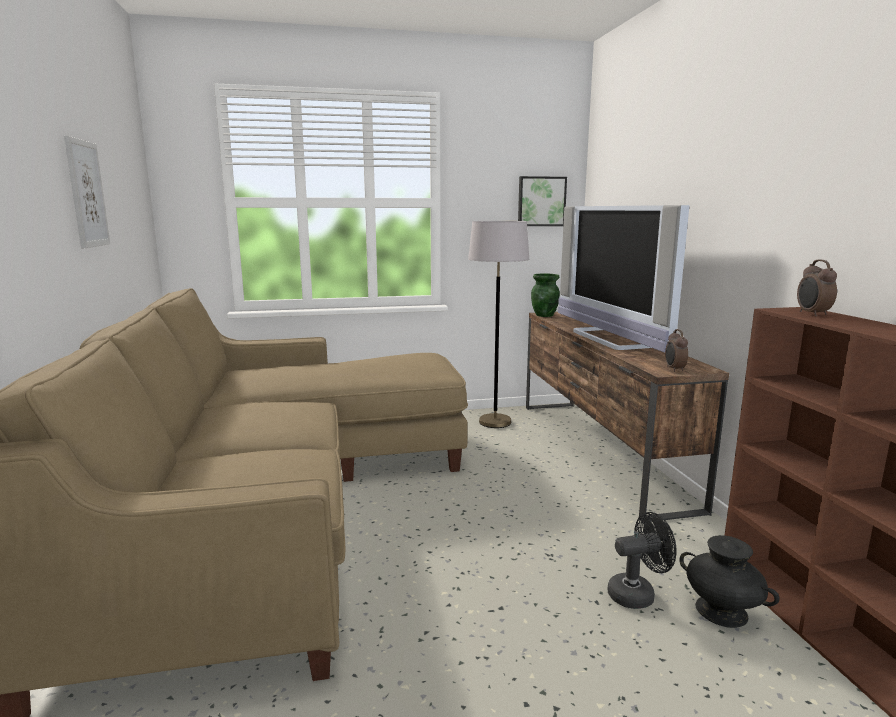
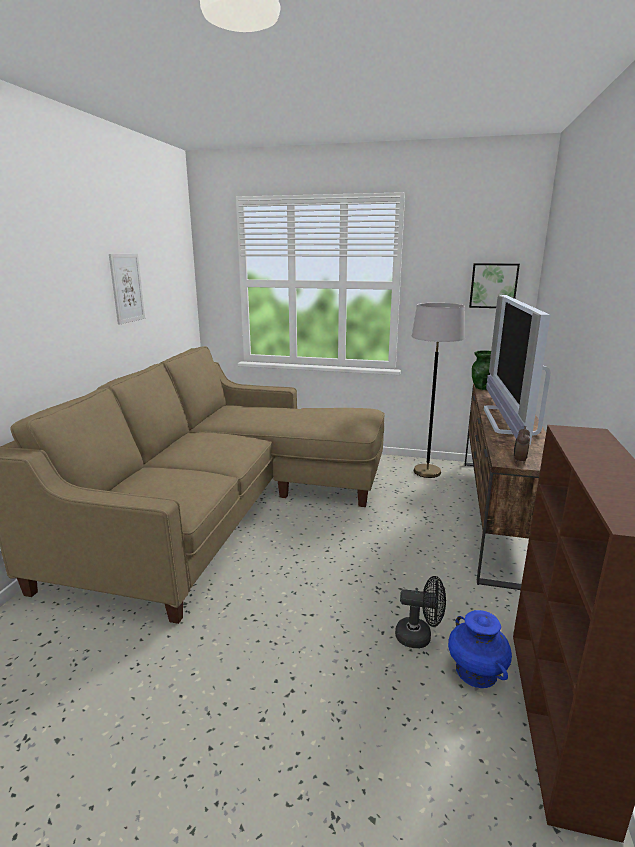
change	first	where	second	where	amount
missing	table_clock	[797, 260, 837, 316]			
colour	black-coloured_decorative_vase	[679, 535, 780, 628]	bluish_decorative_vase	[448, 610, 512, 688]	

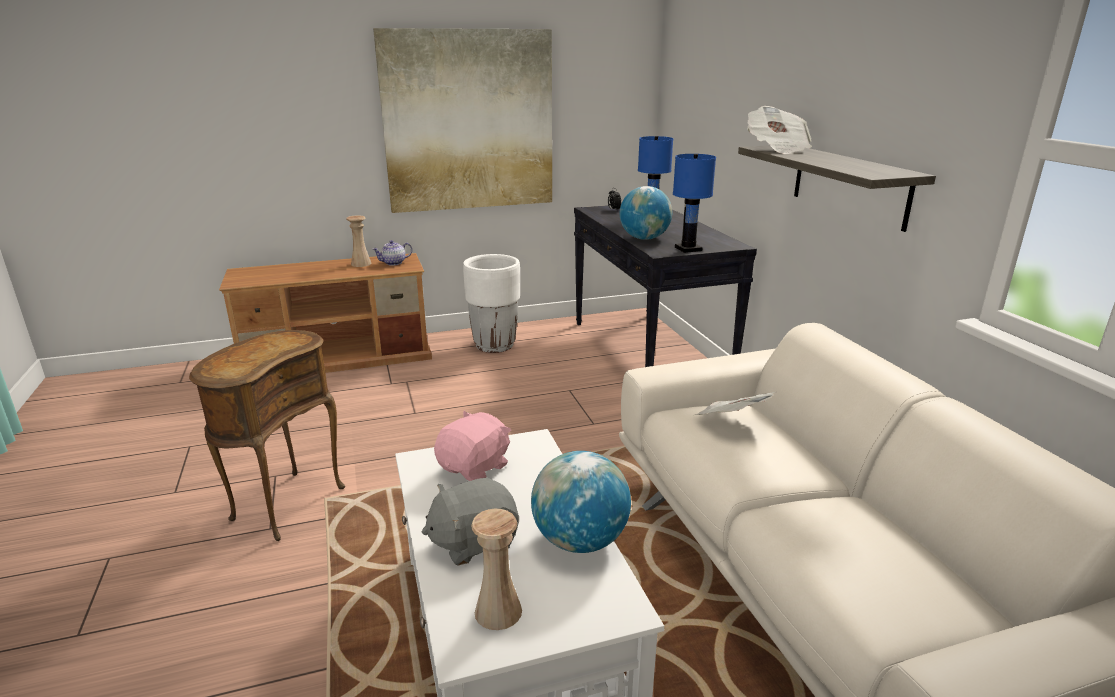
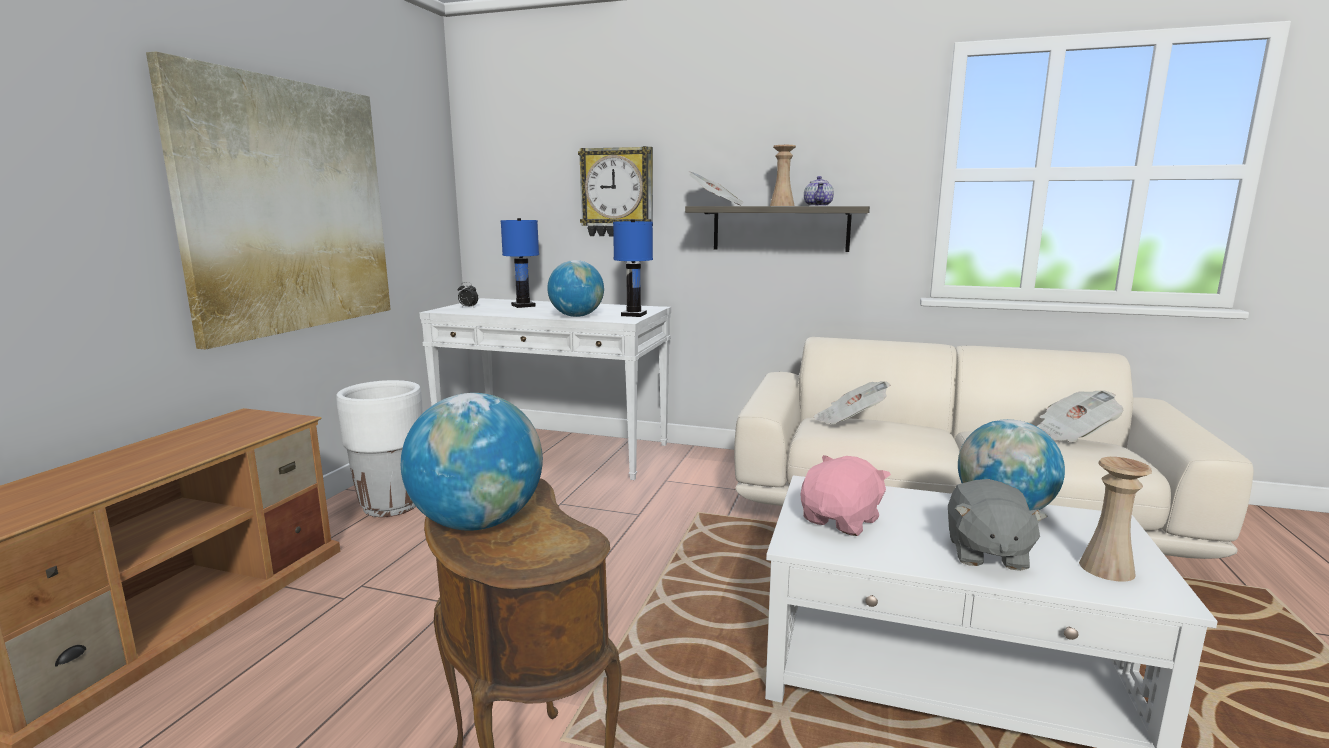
change	first	where	second	where	amount
appeared			desk_globe	[401, 393, 543, 531]	
appeared			hanging_clock	[578, 146, 653, 236]	
appeared			printed_paper	[1036, 390, 1123, 442]	
relocated	beige-coloured_decorative_vase	[346, 215, 372, 267]		[770, 145, 796, 206]	
relocated	teapot	[373, 240, 412, 266]		[804, 176, 834, 206]	
colour	black-coloured_narrow_table	[574, 205, 757, 367]	whitish_narrow_table	[419, 298, 671, 480]	
spun	pink_plush_toy	[434, 411, 511, 481]		[801, 455, 891, 536]	60 degrees clockwise

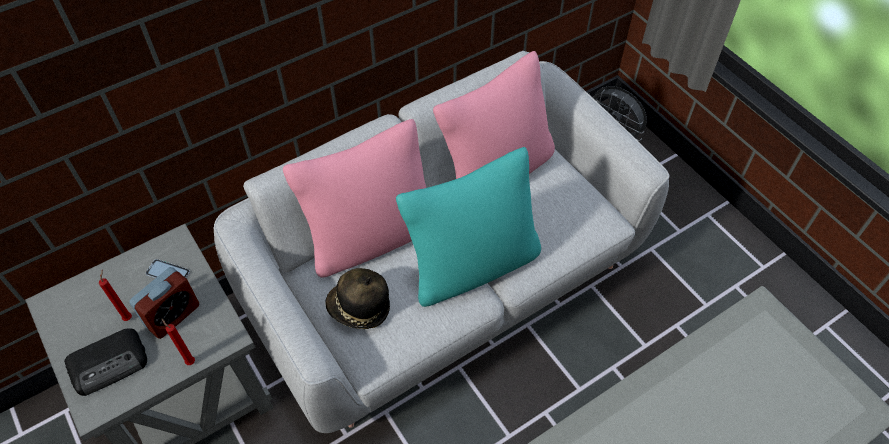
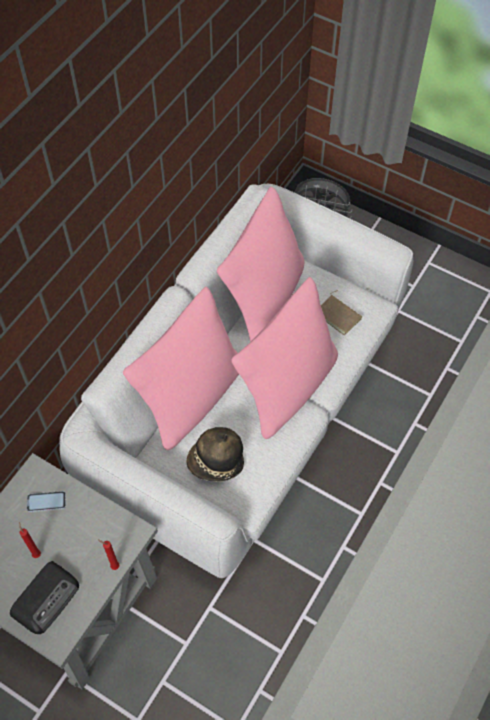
change	first	where	second	where	amount
missing	table_clock	[129, 267, 199, 339]			
appeared			brown-coloured_book	[321, 290, 362, 335]	
colour	turquoise_throw_pillow	[396, 147, 541, 307]	pink_throw_pillow	[231, 277, 338, 439]	

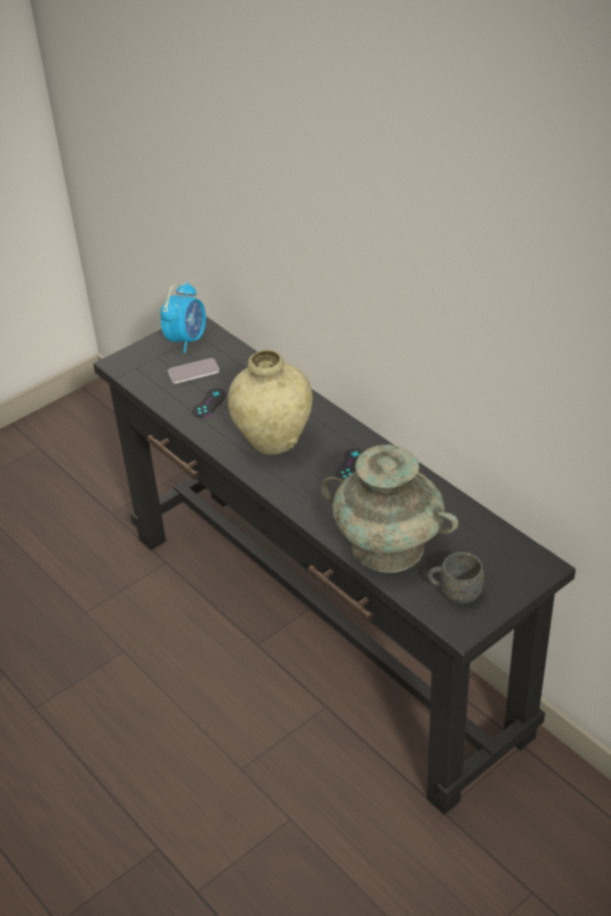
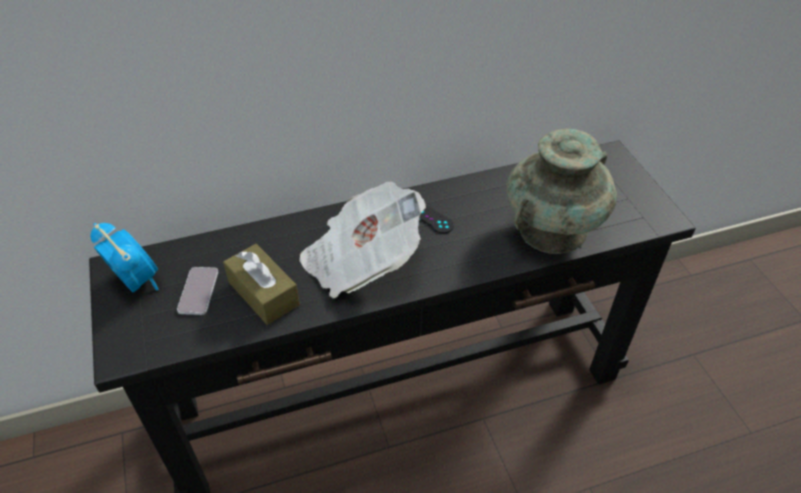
change	first	where	second	where	amount
missing	grey_mug	[427, 552, 484, 603]			
exchanged	black-coloured_game_controller	[192, 388, 226, 418]	brown-coloured_tissue_holder	[223, 244, 300, 325]	
exchanged	beige-coloured_decorative_vase	[228, 349, 313, 455]	printed_paper	[299, 182, 426, 299]	

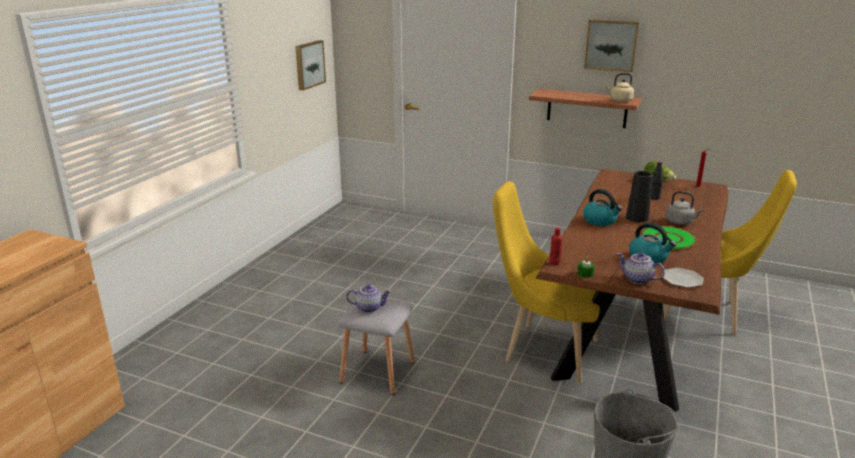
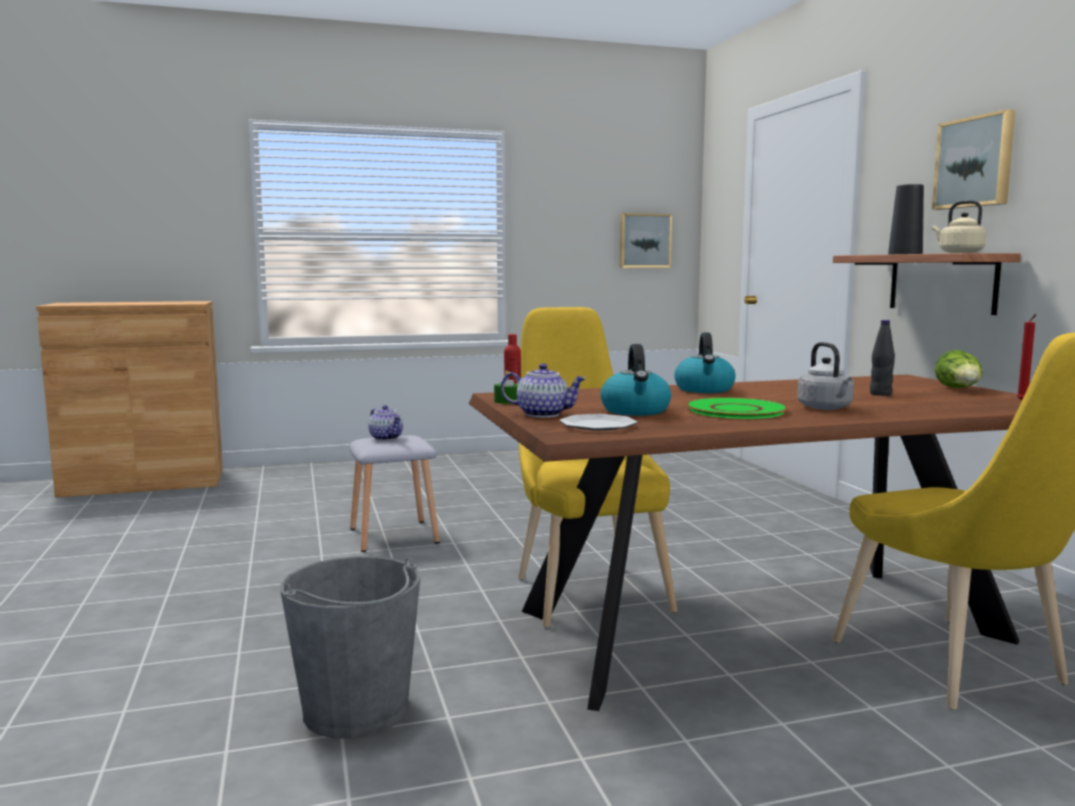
change	first	where	second	where	amount
relocated	black-coloured_decorative_vase	[626, 171, 653, 223]		[888, 184, 924, 254]	
spun	teapot	[617, 252, 665, 284]		[501, 363, 586, 418]	105 degrees clockwise

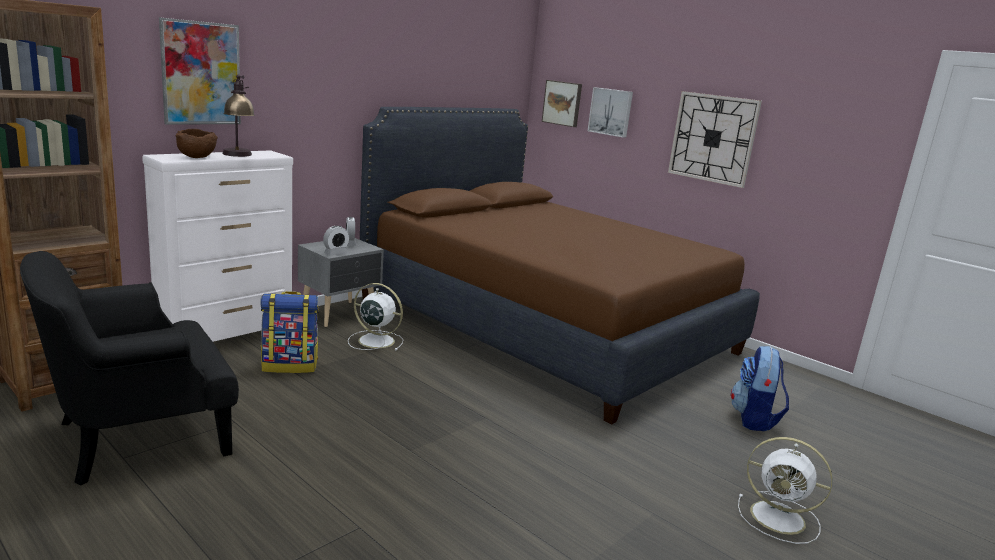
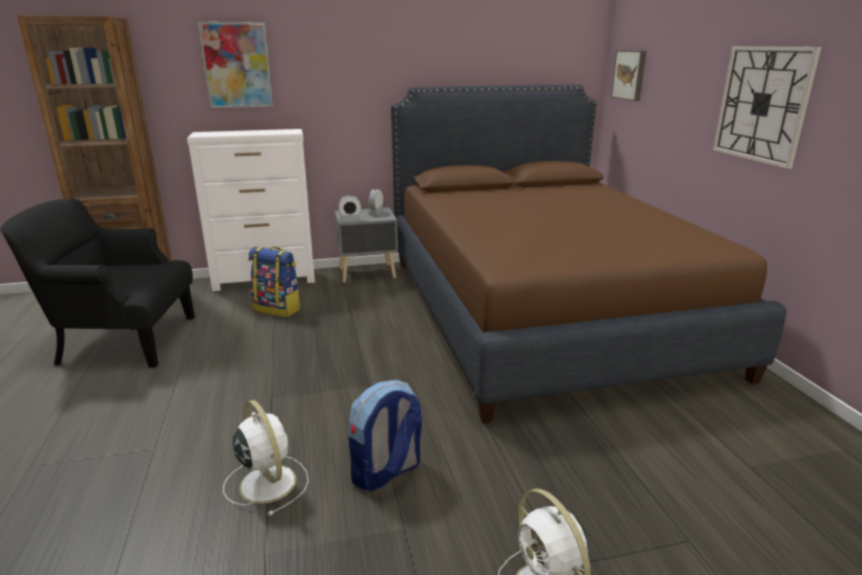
change	first	where	second	where	amount
missing	brown-coloured_deep_dish	[176, 129, 218, 158]			
missing	table_lamp	[222, 74, 255, 157]			
missing	wall_picture	[588, 87, 633, 138]			
relocated	whitish_electric_fan	[348, 283, 403, 350]		[223, 400, 309, 516]	
relocated	backpack	[731, 346, 789, 431]		[348, 380, 422, 492]	

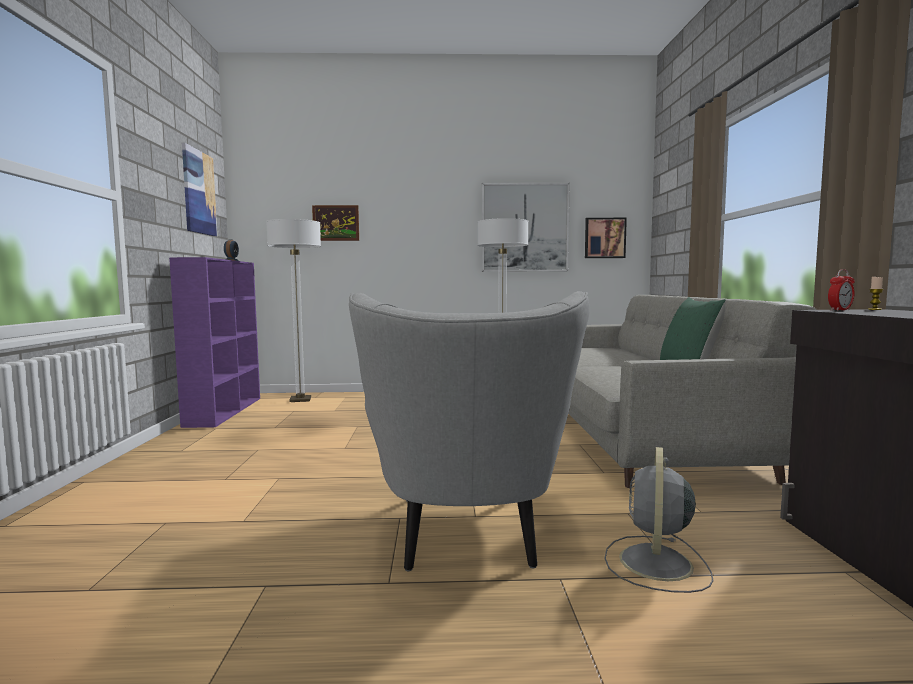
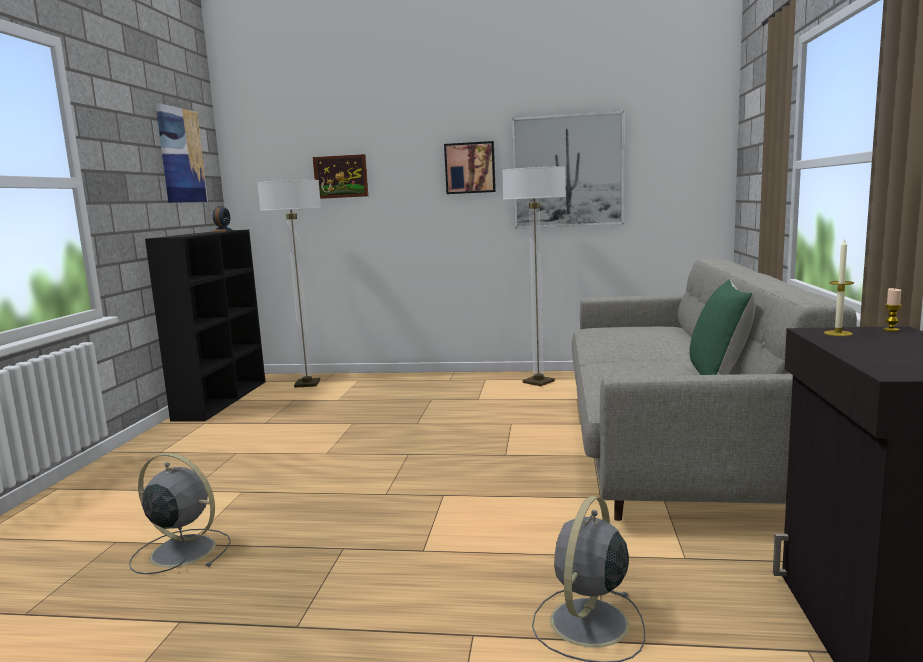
change	first	where	second	where	amount
missing	grey_armchair	[349, 291, 589, 571]			
appeared			grey_electric_fan	[129, 453, 231, 574]	
relocated	wall_picture	[585, 218, 627, 258]		[444, 141, 496, 194]	
exchanged	table_clock	[828, 269, 855, 311]	candle	[824, 238, 854, 336]	
colour	purple_shelving_unit	[169, 257, 260, 428]	black-coloured_shelving_unit	[145, 230, 265, 422]	

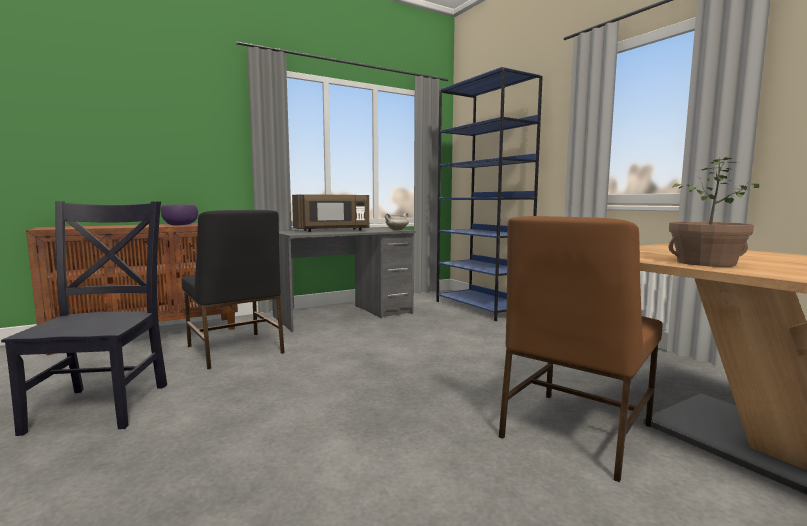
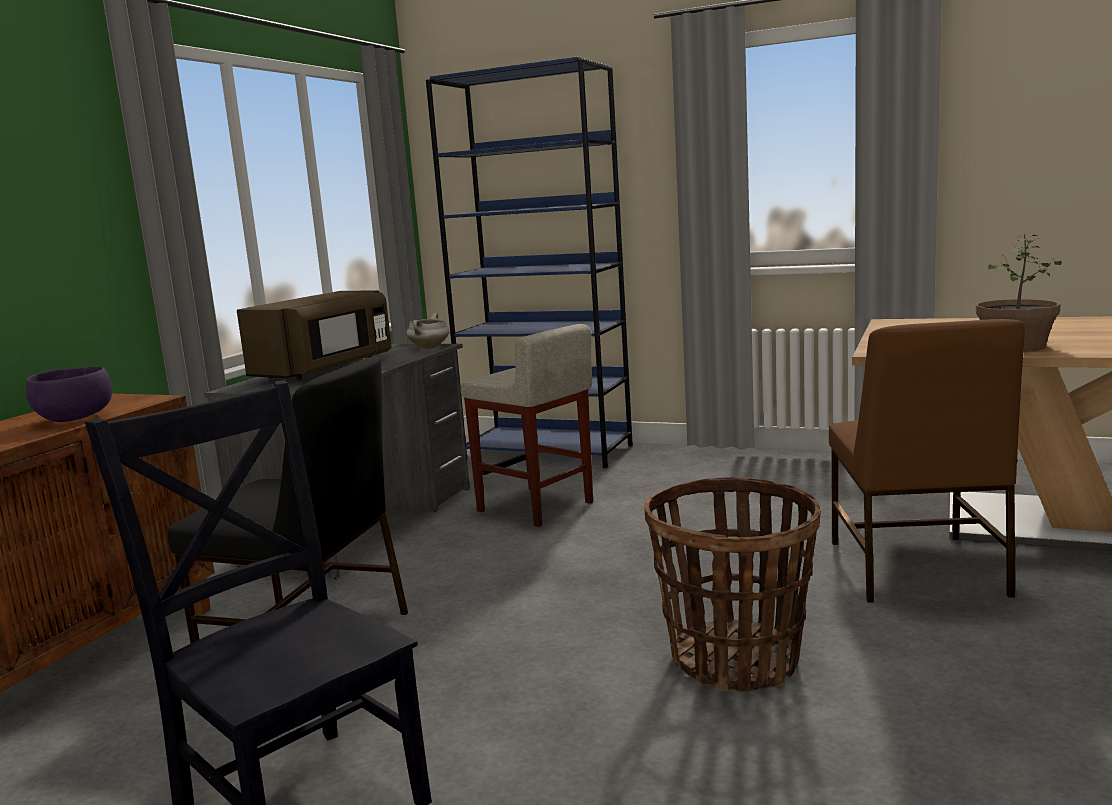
change	first	where	second	where	amount
appeared			beige-coloured_sitting_stool	[460, 324, 593, 527]	
appeared			household_basket	[644, 477, 821, 692]	

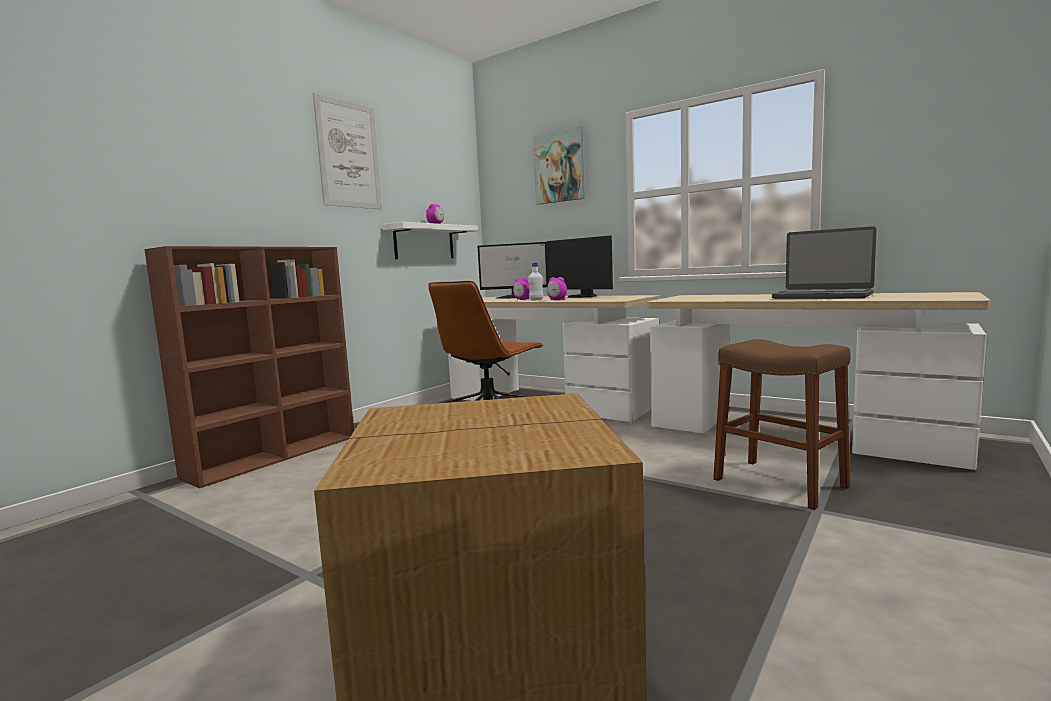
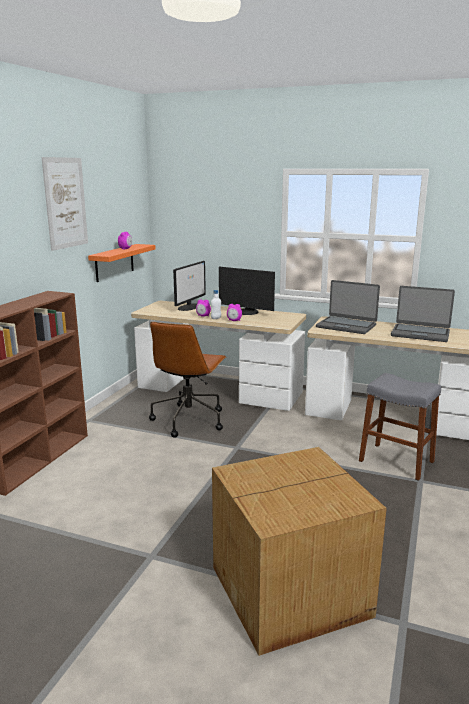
change	first	where	second	where	amount
missing	wall_picture	[533, 126, 585, 205]			
appeared			laptop	[316, 280, 380, 334]	
colour	whitish_bracket_shelf	[383, 222, 478, 259]	orangey_bracket_shelf	[88, 244, 156, 282]	
colour	brown-coloured_sitting_stool	[713, 339, 851, 510]	grey_sitting_stool	[359, 373, 441, 481]	
spun	computer_screen	[478, 242, 548, 299]		[173, 261, 206, 311]	60 degrees counterclockwise

